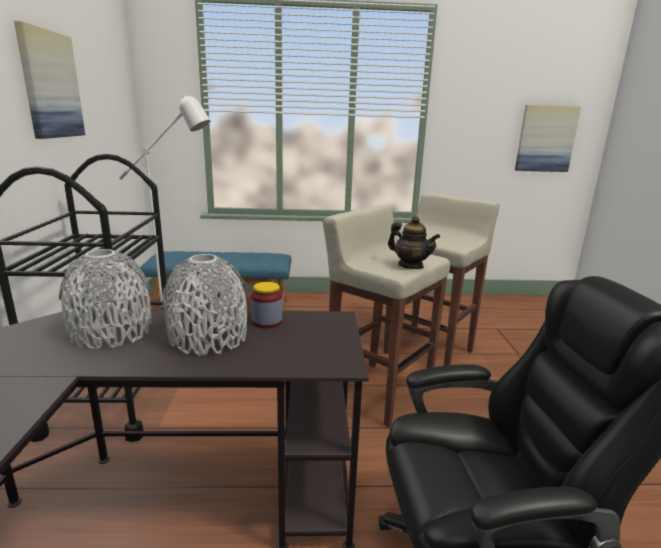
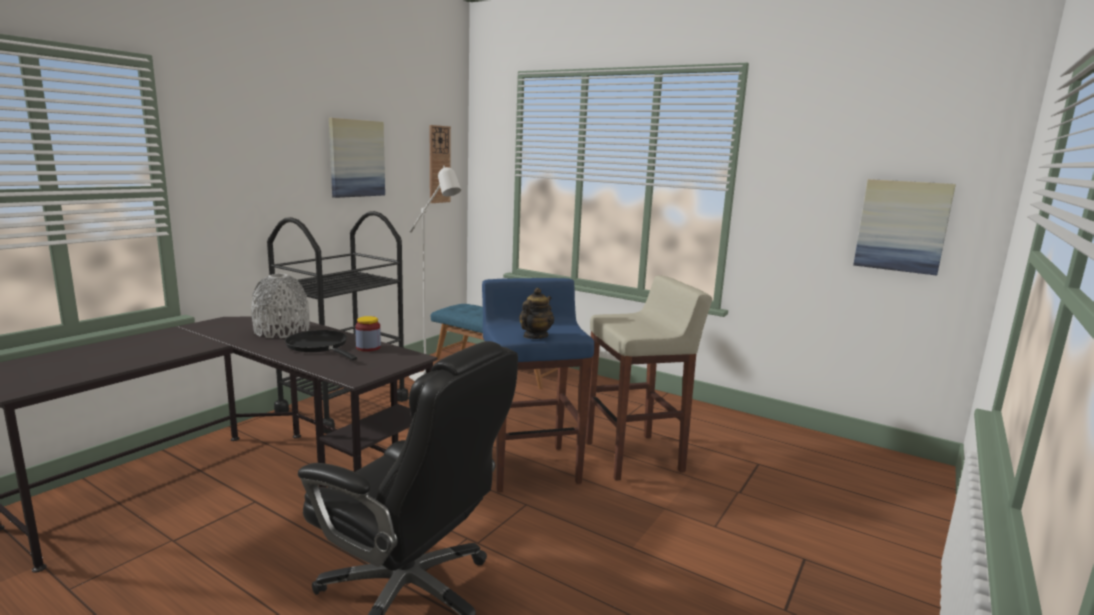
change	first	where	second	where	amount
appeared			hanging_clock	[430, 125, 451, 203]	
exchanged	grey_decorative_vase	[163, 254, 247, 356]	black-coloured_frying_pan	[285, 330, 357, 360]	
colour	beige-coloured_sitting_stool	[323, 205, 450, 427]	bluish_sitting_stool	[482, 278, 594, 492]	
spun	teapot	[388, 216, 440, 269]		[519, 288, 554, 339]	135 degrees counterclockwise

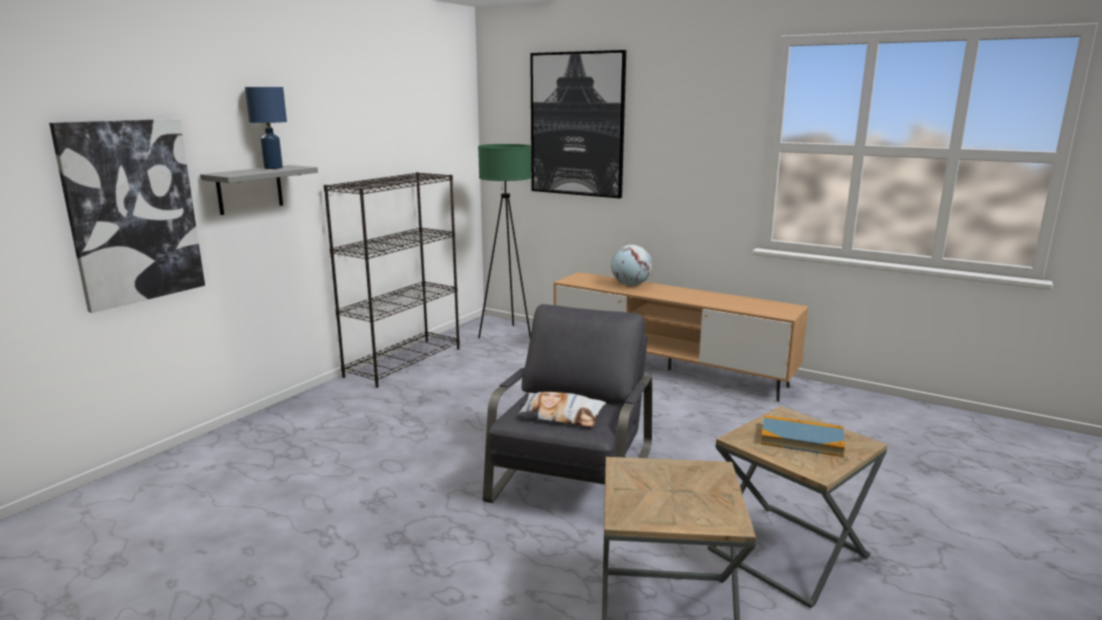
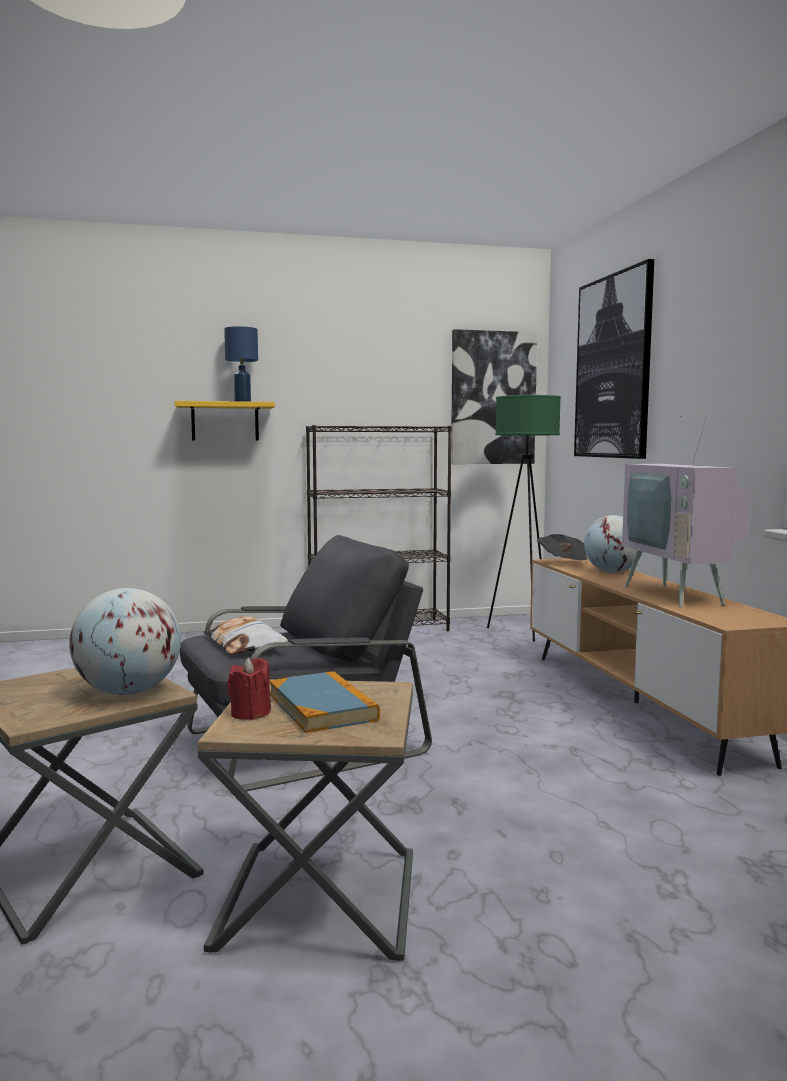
change	first	where	second	where	amount
appeared			desk_globe	[69, 588, 181, 695]	
appeared			red_candle	[227, 658, 271, 720]	
appeared			printed_paper	[537, 534, 587, 560]	
appeared			television	[622, 415, 752, 608]	
relocated	wall_picture	[49, 119, 205, 313]		[451, 329, 537, 464]	
colour	grey_bracket_shelf	[200, 165, 318, 215]	yellow-coloured_bracket_shelf	[175, 401, 275, 441]	

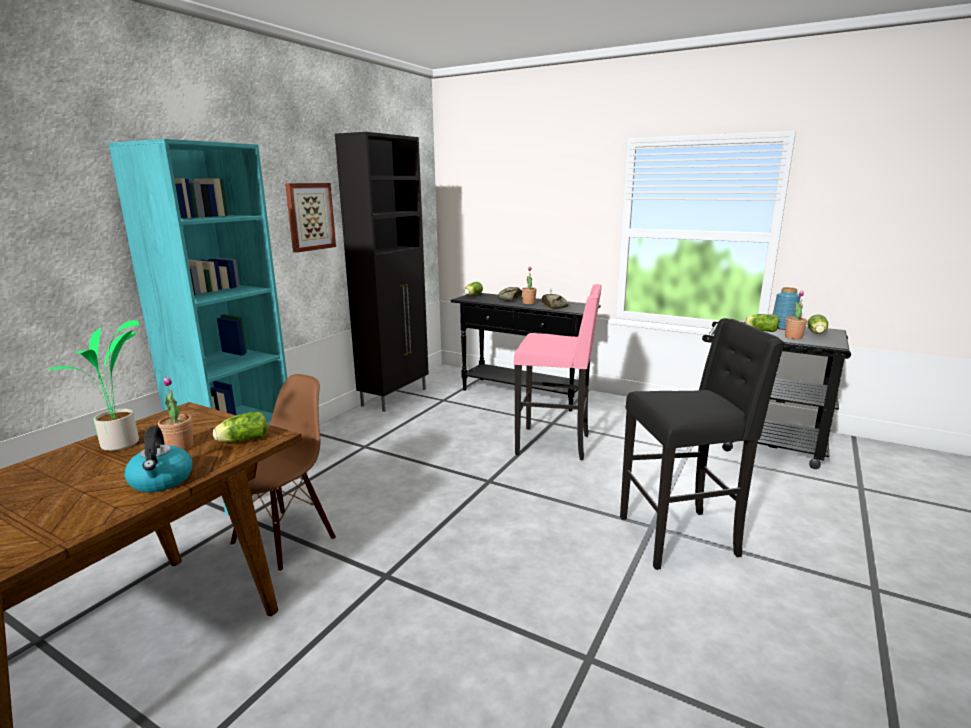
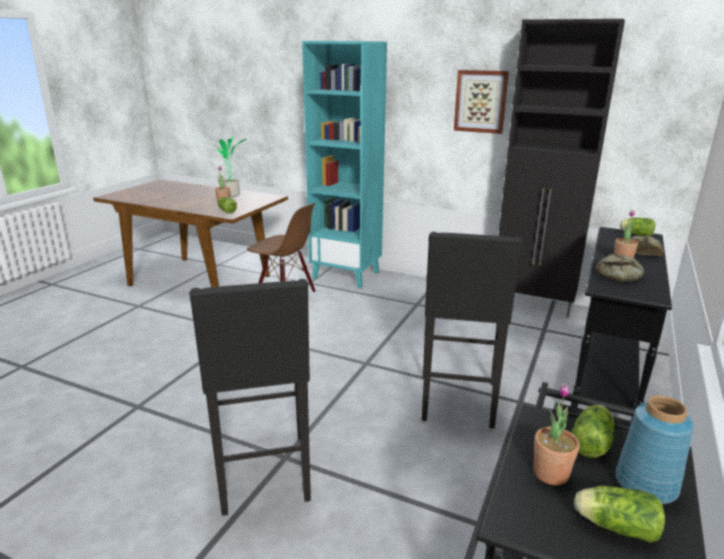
change	first	where	second	where	amount
missing	kettle	[124, 427, 192, 492]			
colour	pink_sitting_stool	[514, 284, 602, 460]	black-coloured_sitting_stool	[422, 232, 523, 429]	

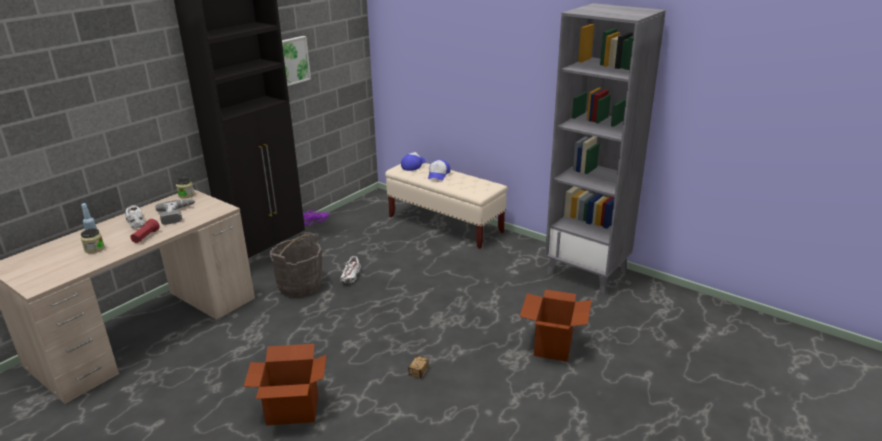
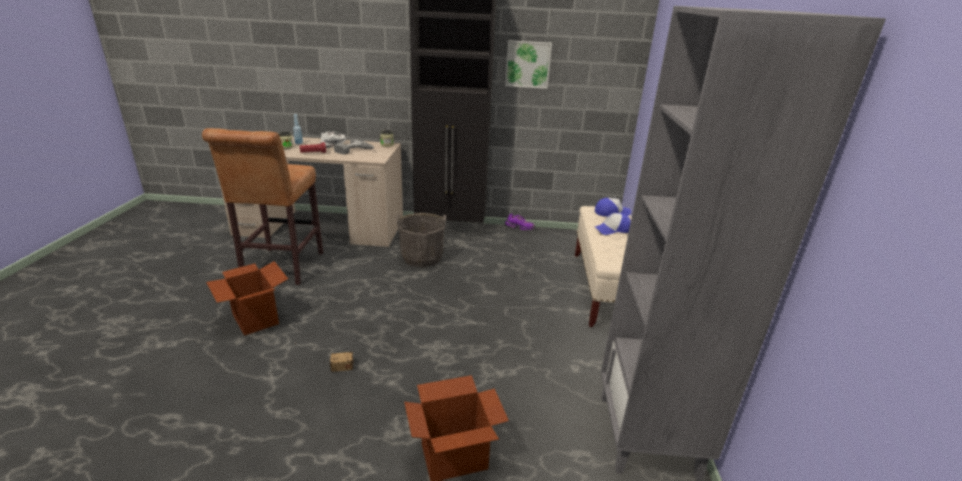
change	first	where	second	where	amount
missing	whitish_low_shoe	[340, 256, 361, 283]			
appeared			brown-coloured_sitting_stool	[202, 128, 323, 285]	

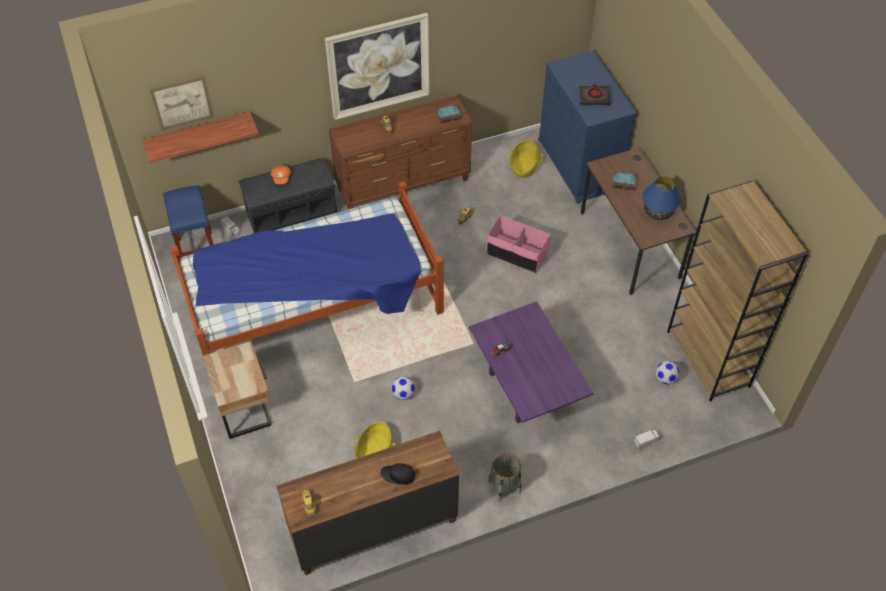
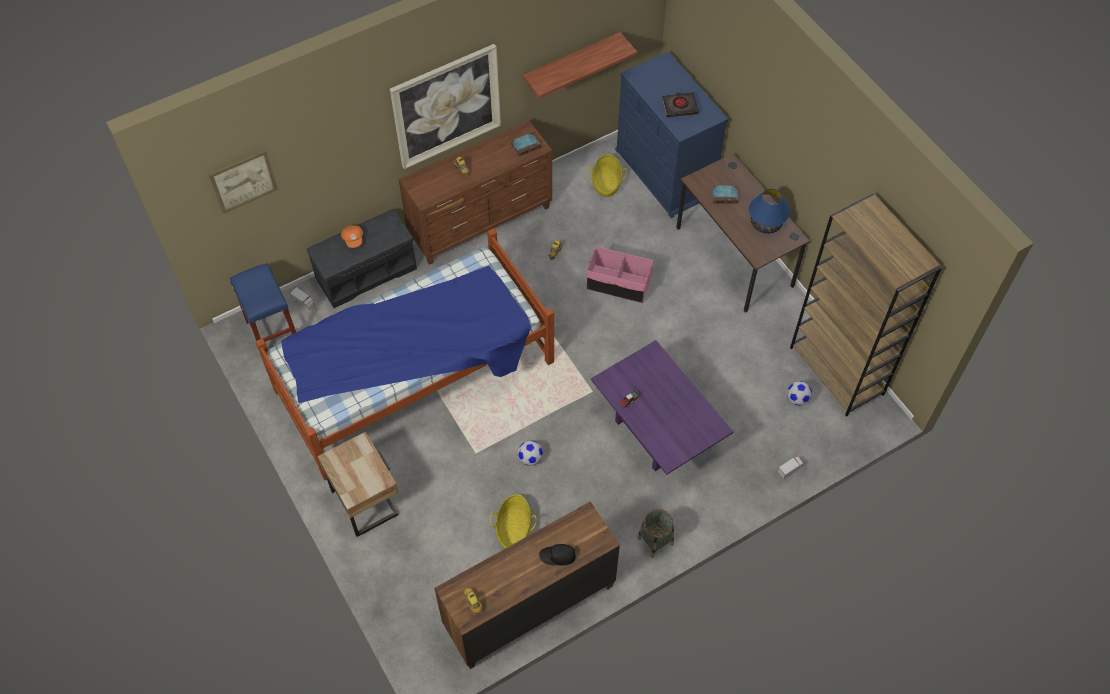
change	first	where	second	where	amount
relocated	bracket_shelf	[142, 112, 259, 164]		[523, 32, 637, 98]	

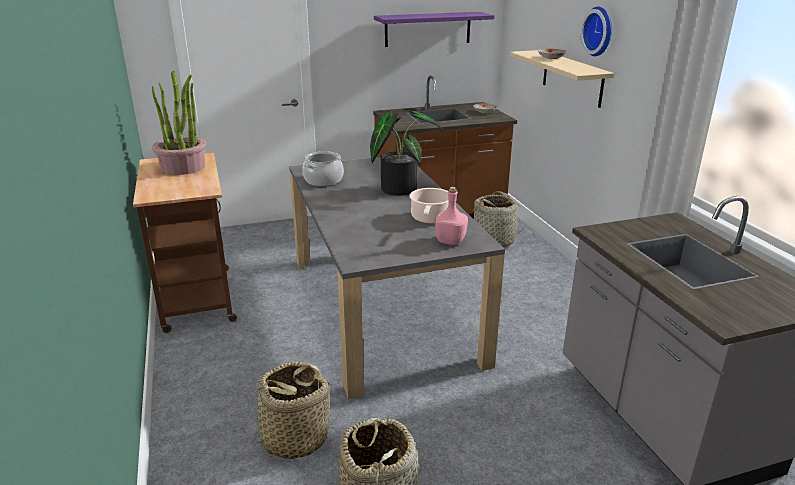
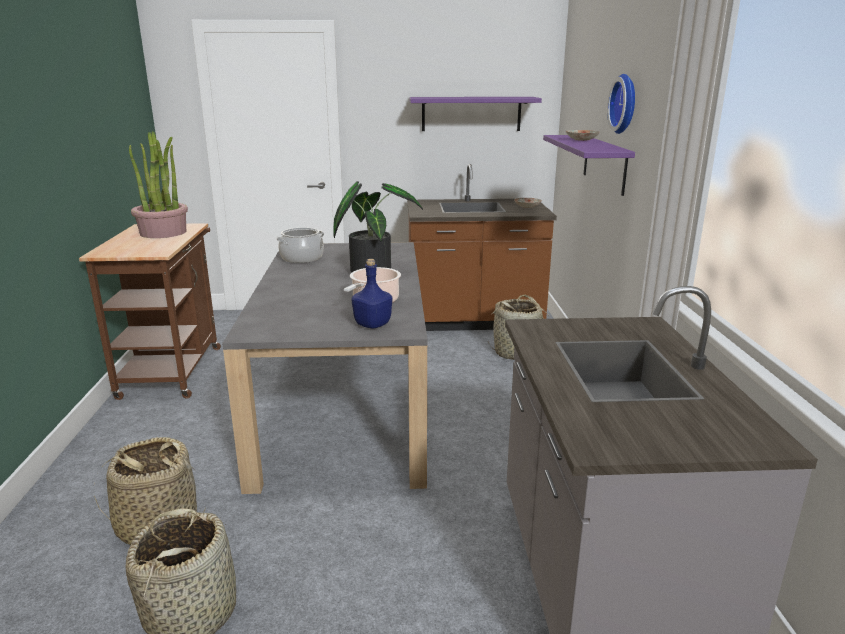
change	first	where	second	where	amount
colour	pink_bottle	[435, 187, 468, 245]	bluish_bottle	[351, 259, 392, 329]	
colour	beige-coloured_bracket_shelf	[509, 50, 614, 108]	purple_bracket_shelf	[543, 135, 635, 196]	

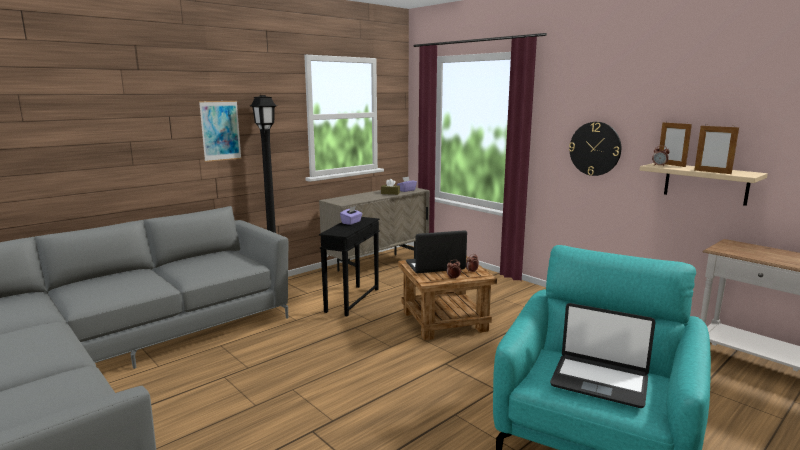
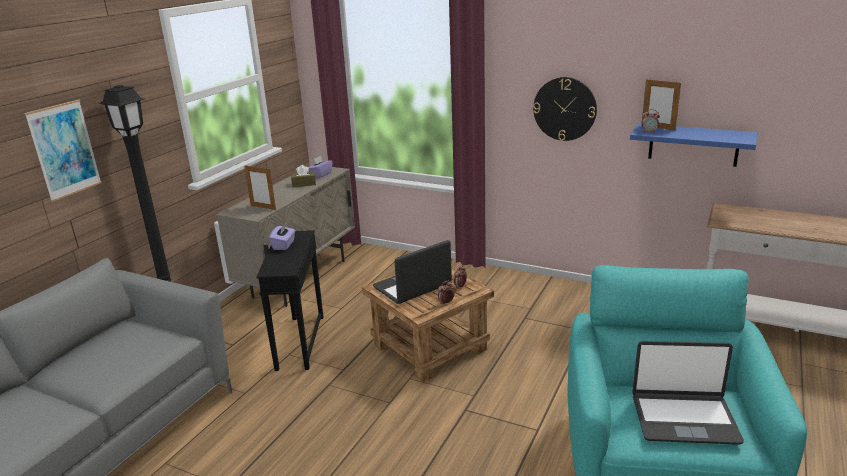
change	first	where	second	where	amount
relocated	photo_frame	[694, 125, 739, 174]		[244, 165, 276, 210]	
colour	beige-coloured_bracket_shelf	[640, 163, 768, 206]	bluish_bracket_shelf	[630, 123, 758, 167]	

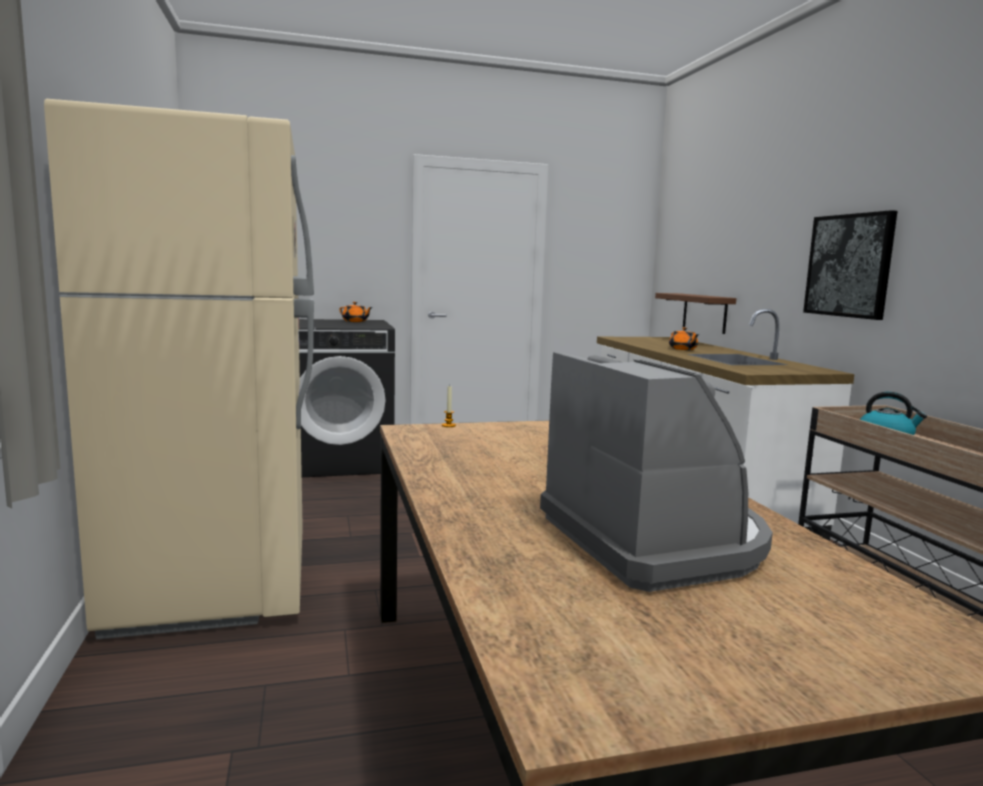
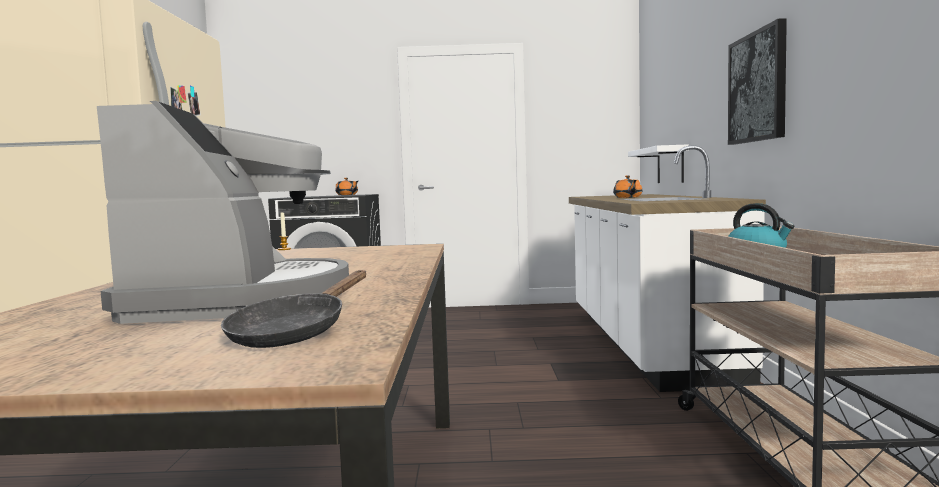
change	first	where	second	where	amount
appeared			black-coloured_frying_pan	[221, 270, 366, 348]	
colour	brown-coloured_bracket_shelf	[655, 293, 736, 334]	whitish_bracket_shelf	[628, 144, 689, 183]	

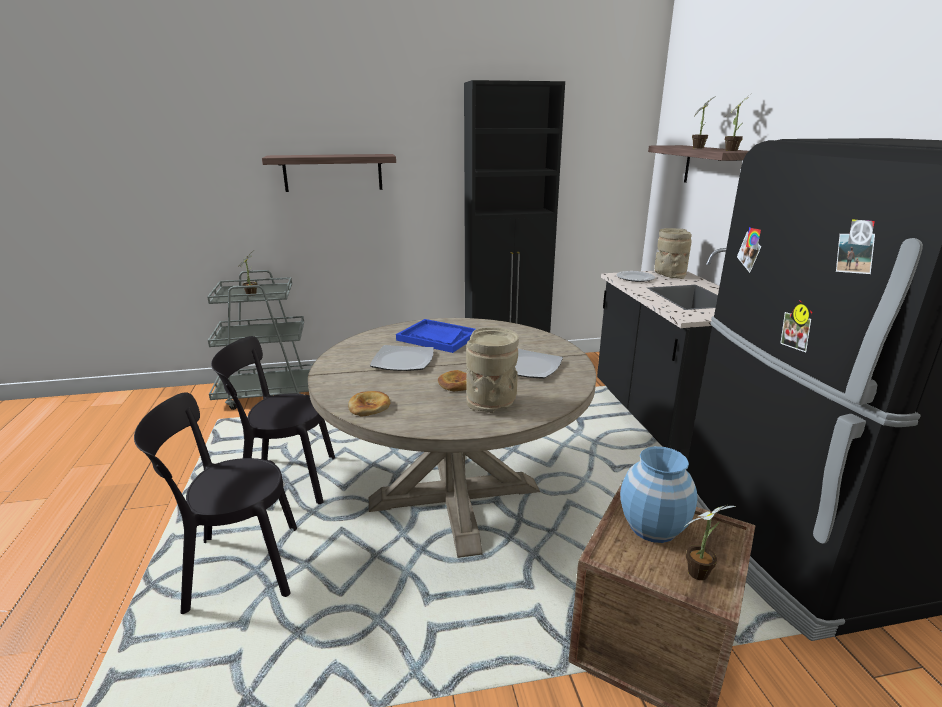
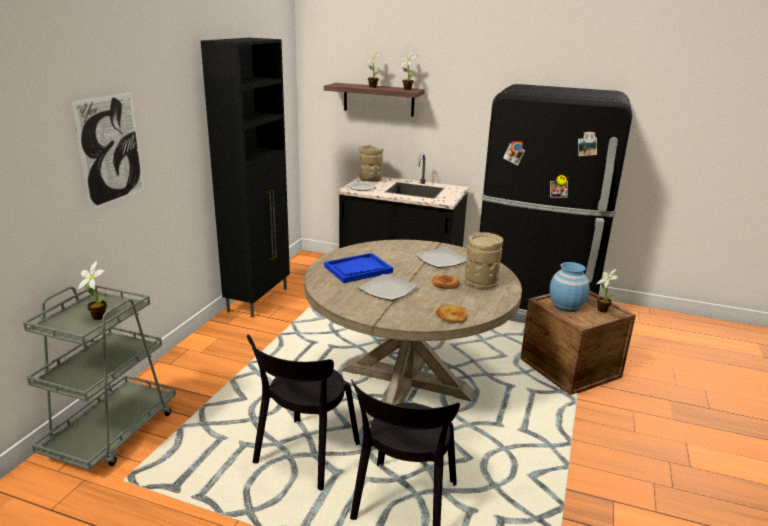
change	first	where	second	where	amount
exchanged	bracket_shelf	[262, 154, 396, 192]	wall_picture	[72, 92, 144, 210]	

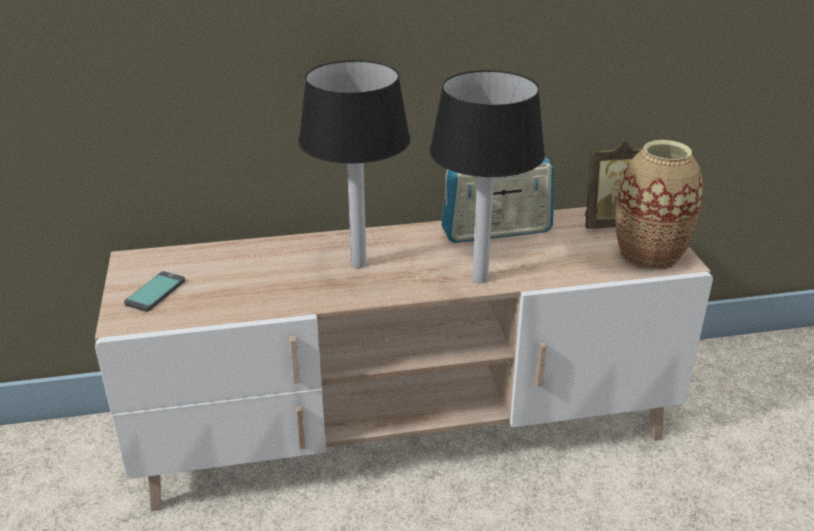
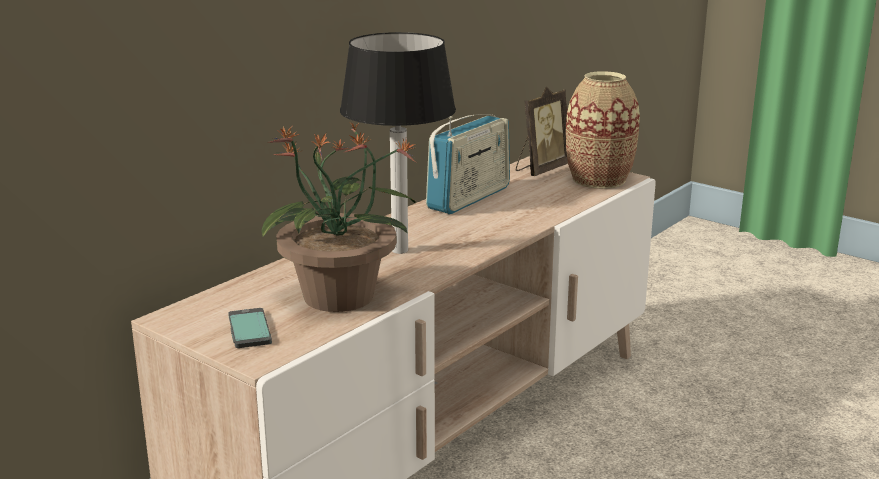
change	first	where	second	where	amount
missing	table_lamp	[430, 70, 545, 283]			
appeared			plant_in_a_pot	[262, 121, 417, 312]	

